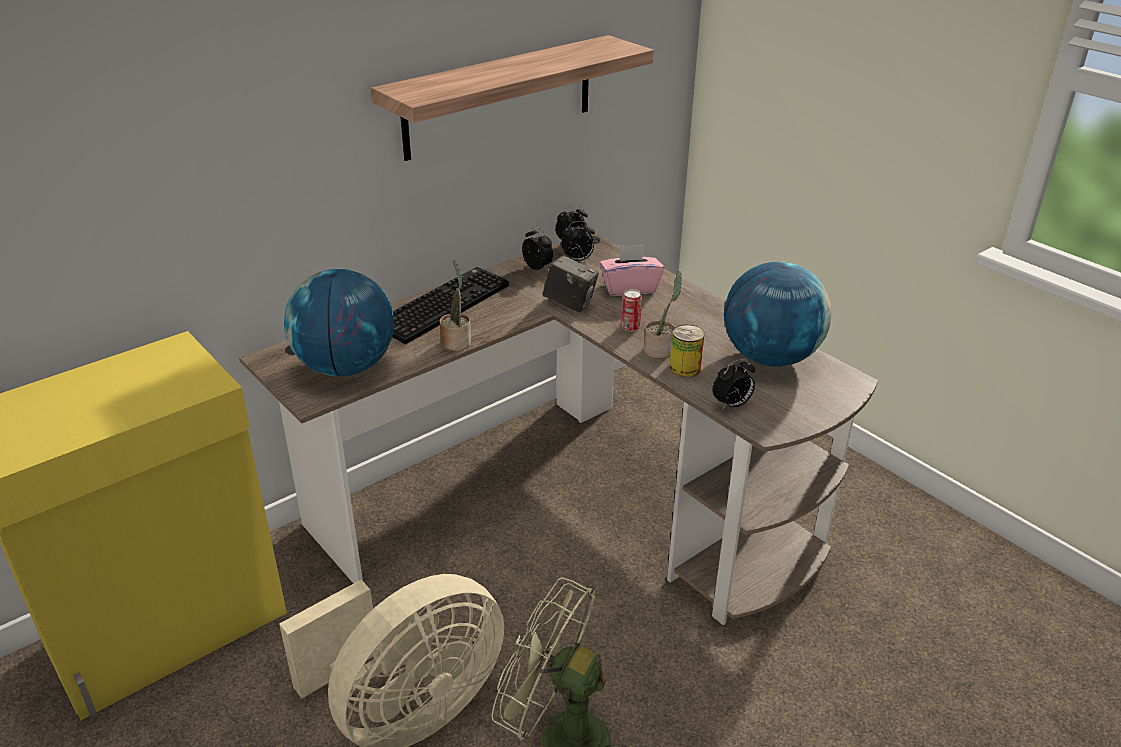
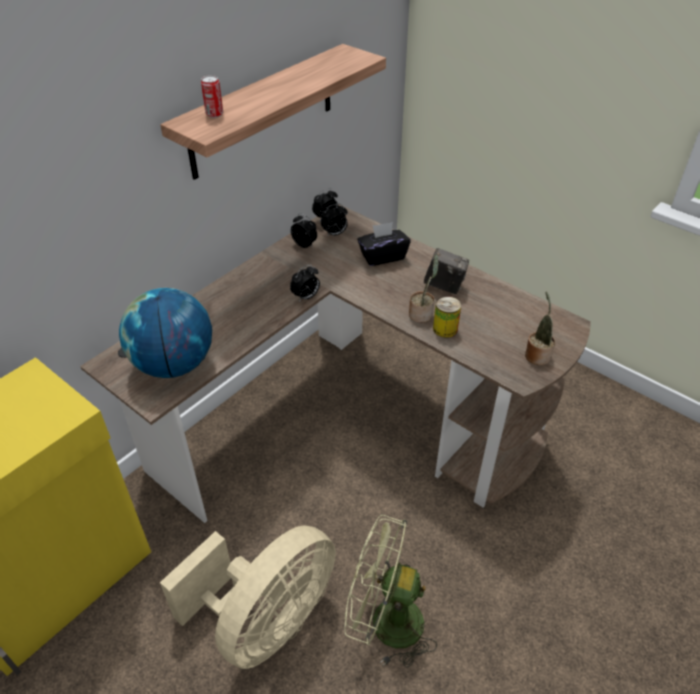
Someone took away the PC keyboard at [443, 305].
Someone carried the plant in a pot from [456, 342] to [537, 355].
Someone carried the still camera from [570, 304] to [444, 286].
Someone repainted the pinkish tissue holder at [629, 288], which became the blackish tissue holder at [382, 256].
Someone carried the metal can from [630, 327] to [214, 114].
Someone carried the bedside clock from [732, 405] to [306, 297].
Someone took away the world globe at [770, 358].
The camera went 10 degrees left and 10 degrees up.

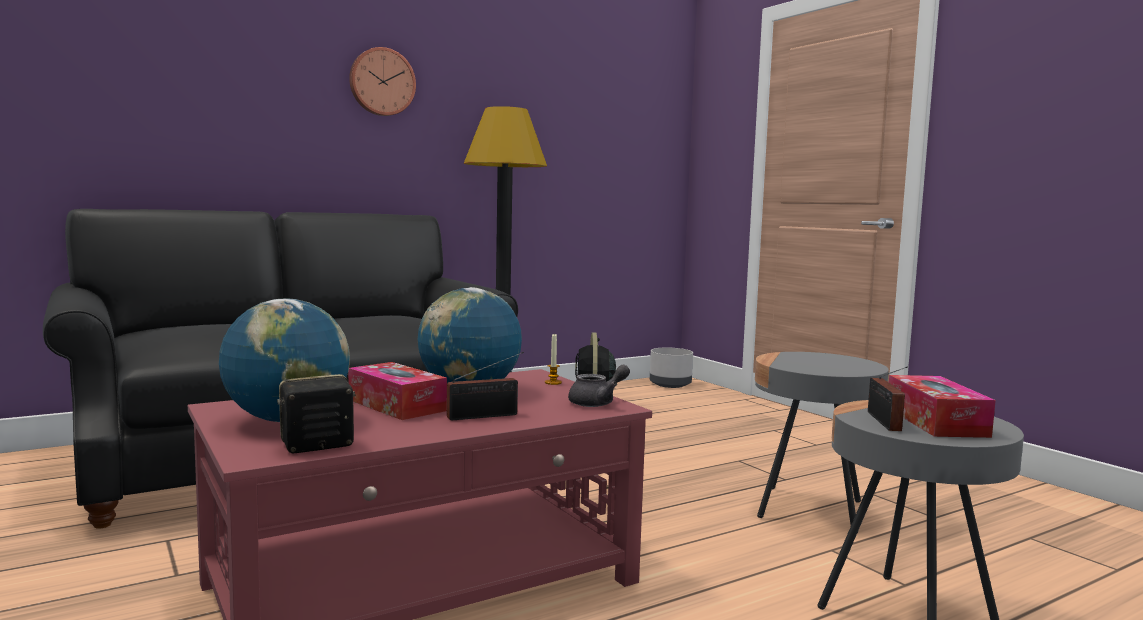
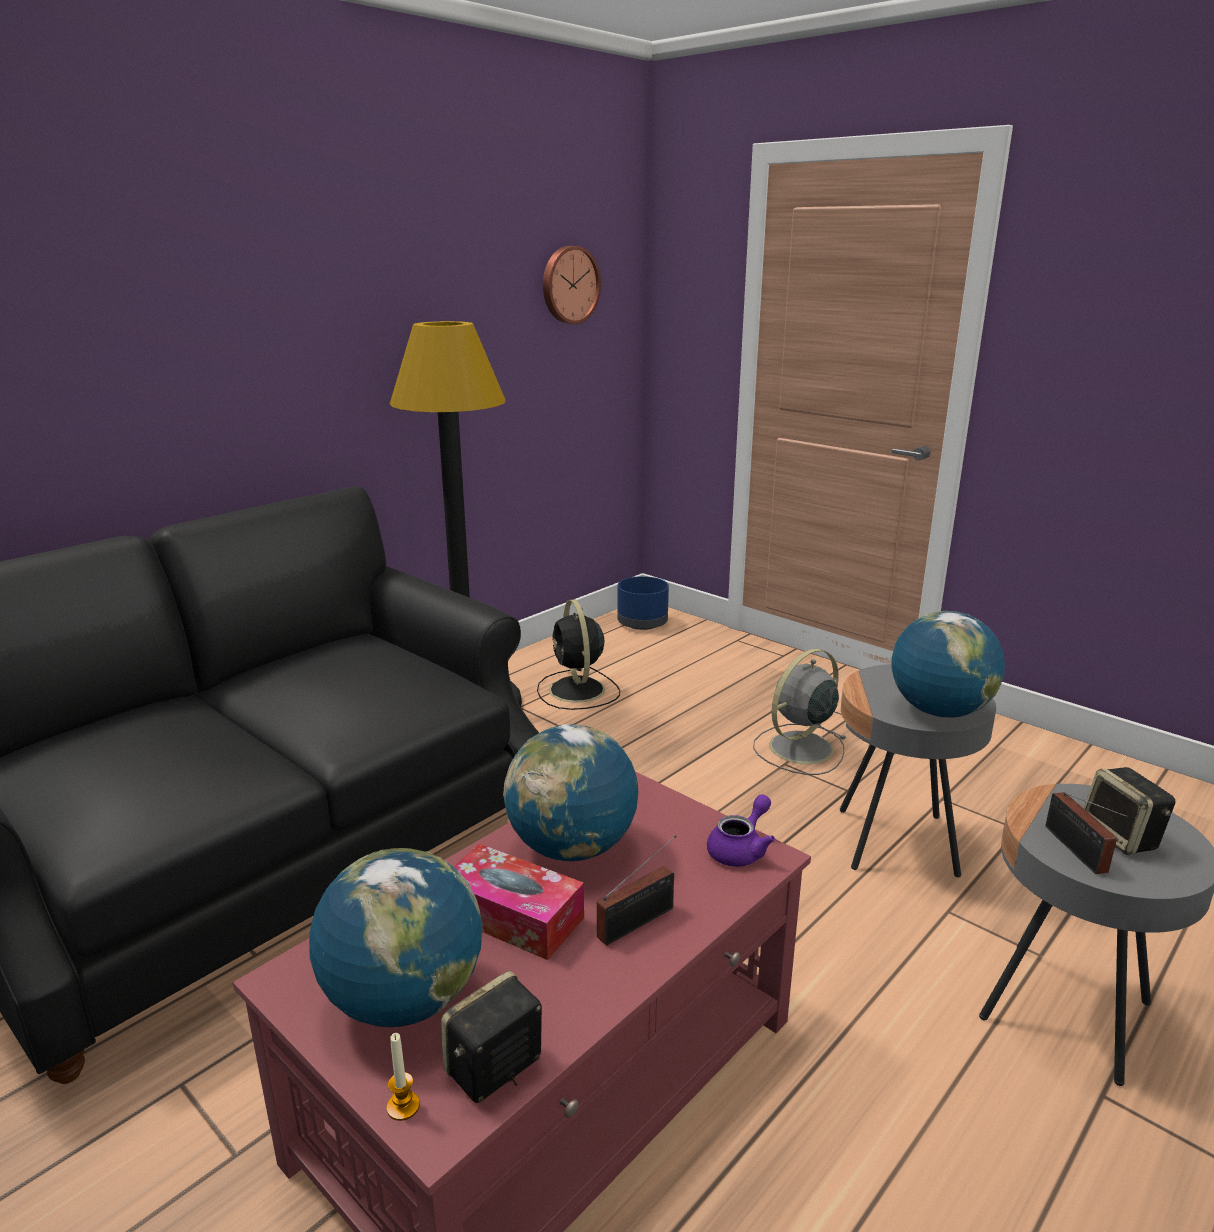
Someone carried the clock on the wall from [381, 82] to [569, 285].
Someone carried the candle from [553, 382] to [403, 1106].
Someone repainted the gray pot for tea at [598, 403], which became the purplish pot for tea at [741, 849].
Someone repainted the gray plant pot at [670, 384], which became the blue-coloured plant pot at [642, 623].
Someone swapped the tissue holder at [935, 421] for the loudspeaker at [1122, 837].
Someone put down the gray fan at [799, 749].
Someone put down the world globe at [939, 711].
The camera went 15 degrees left and 15 degrees up.

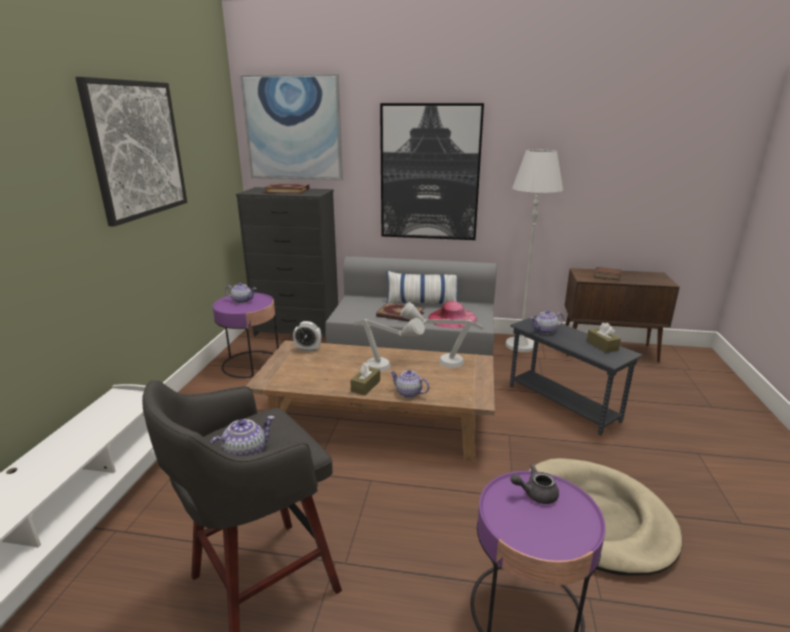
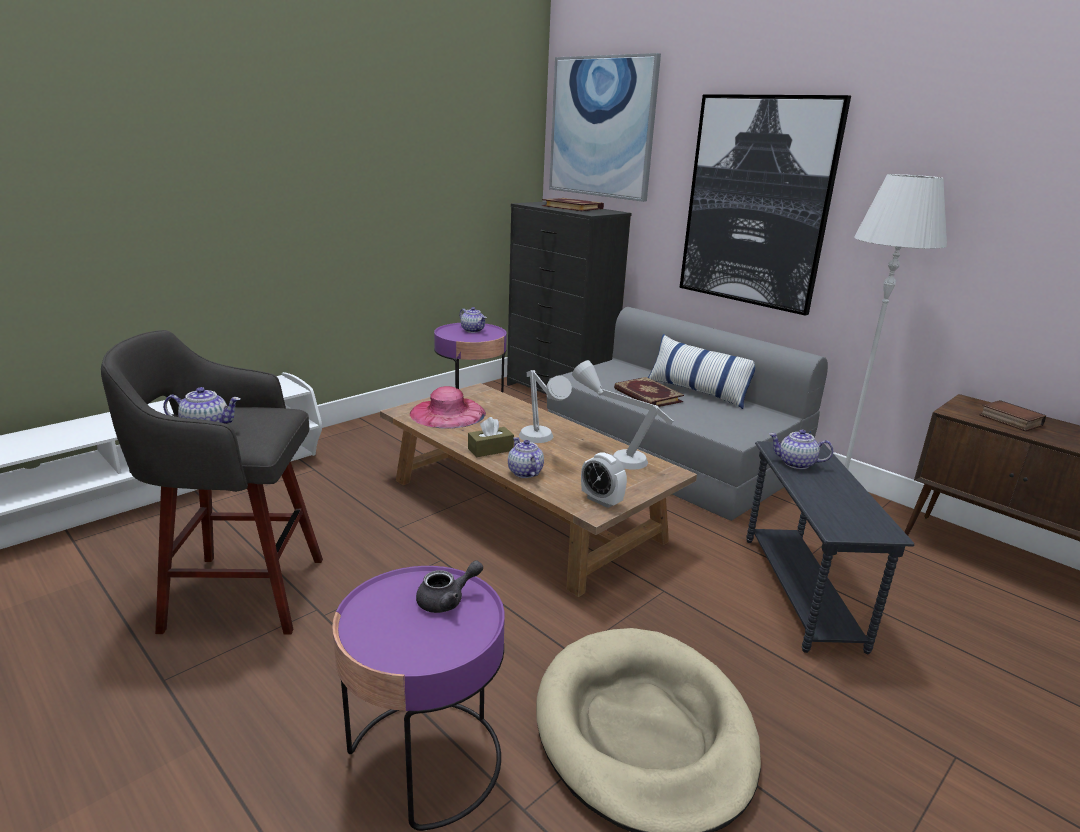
Someone took away the wall picture at [137, 149].
Someone carried the bedside clock from [308, 349] to [601, 500].
Someone carried the pinkish clothing hat from [452, 318] to [447, 413].
Someone rotated the gray pot for tea at [535, 494] by 120 degrees clockwise.
Someone took away the brown tissue holder at [602, 345].
The camera went 35 degrees right and 0 degrees up.

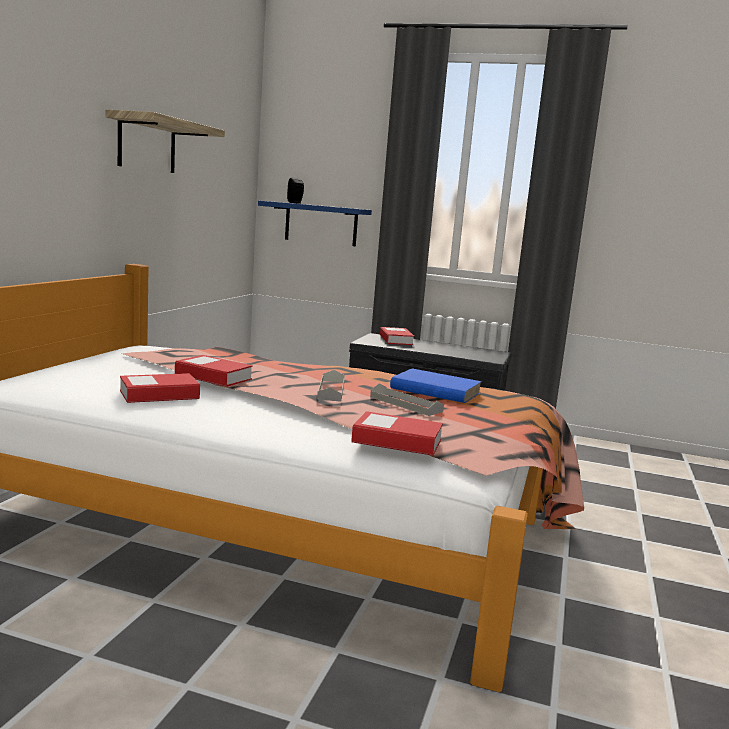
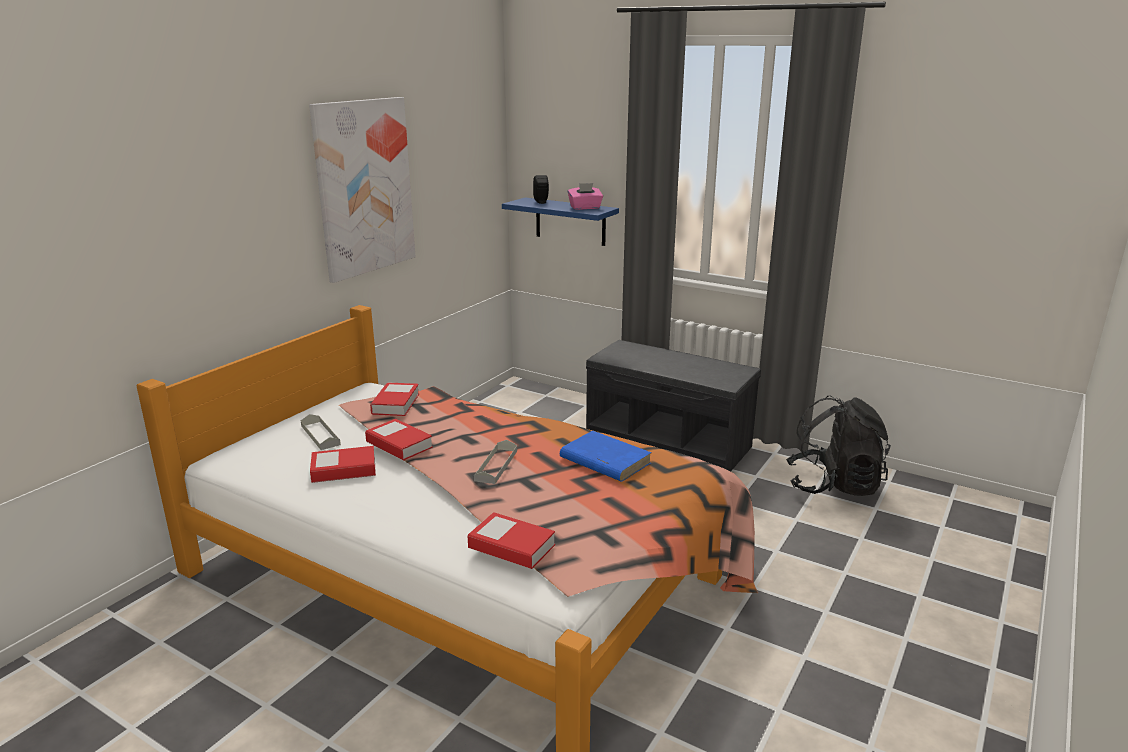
Someone swapped the wall shelf at [147, 144] for the wall picture at [364, 187].
Someone carried the gray serving tray from [405, 404] to [320, 435].
Someone carried the bound book from [396, 340] to [395, 404].
Someone put down the pinkish tissue holder at [585, 208].
Someone put down the blackish rucksack at [833, 485].
The camera went 15 degrees right and 10 degrees up.

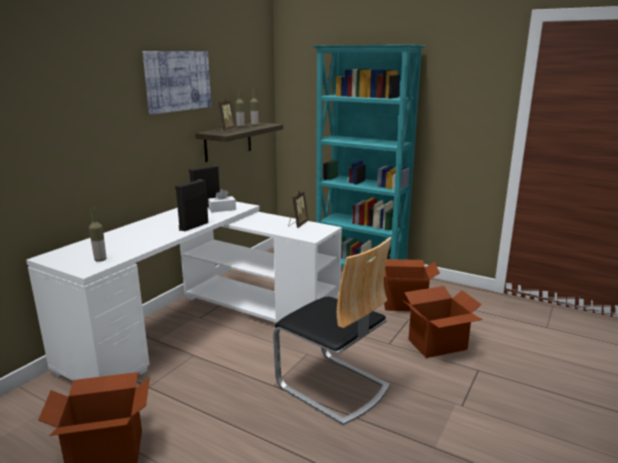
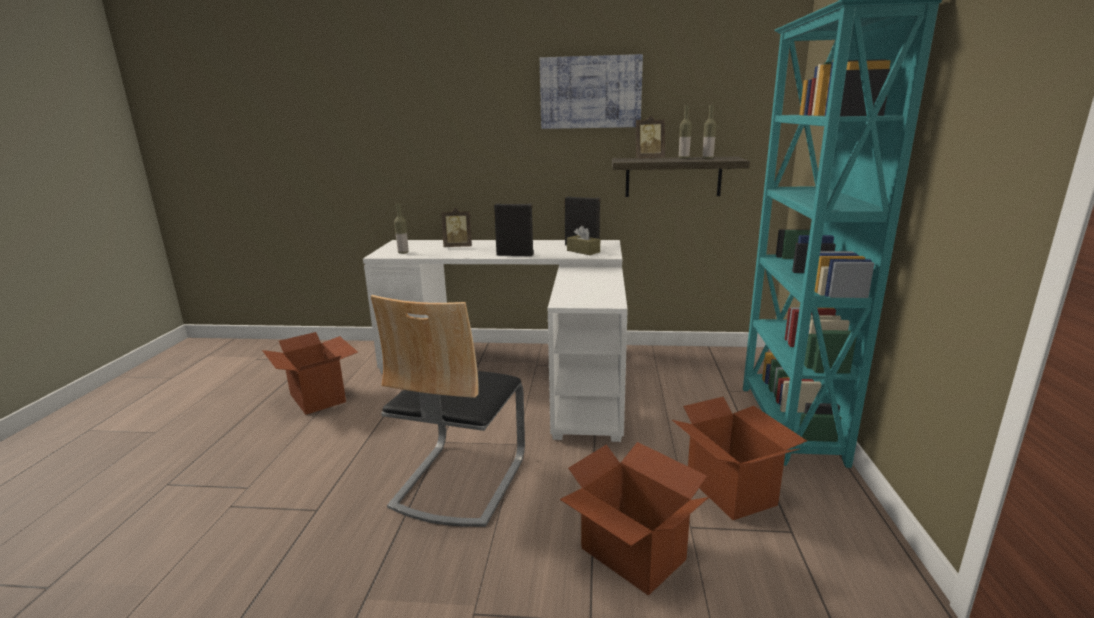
Someone repainted the whitish tissue holder at [222, 209], which became the brown tissue holder at [583, 251].
Someone carried the picture frame from [298, 224] to [458, 247].
The camera went 65 degrees right and 0 degrees up.

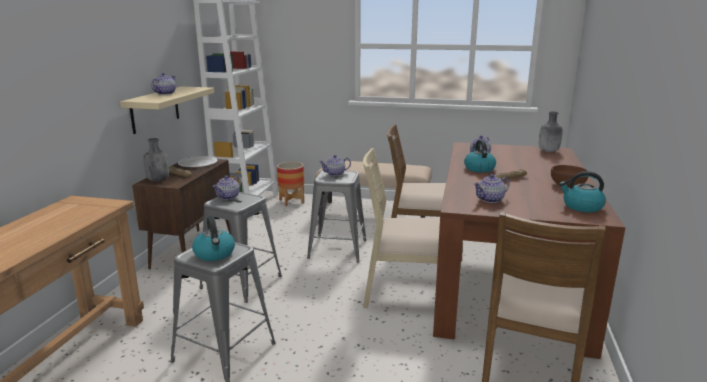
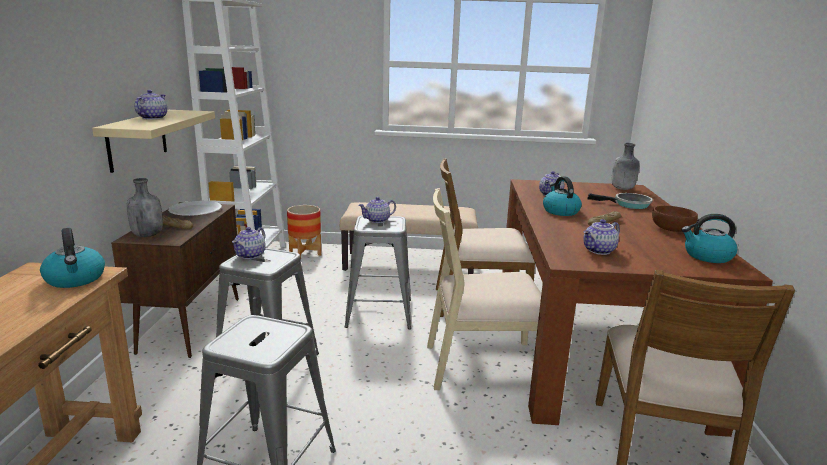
Someone carried the water kettle from [215, 254] to [76, 279].
Someone put down the pan at [628, 204].
The camera went 10 degrees left and 0 degrees up.

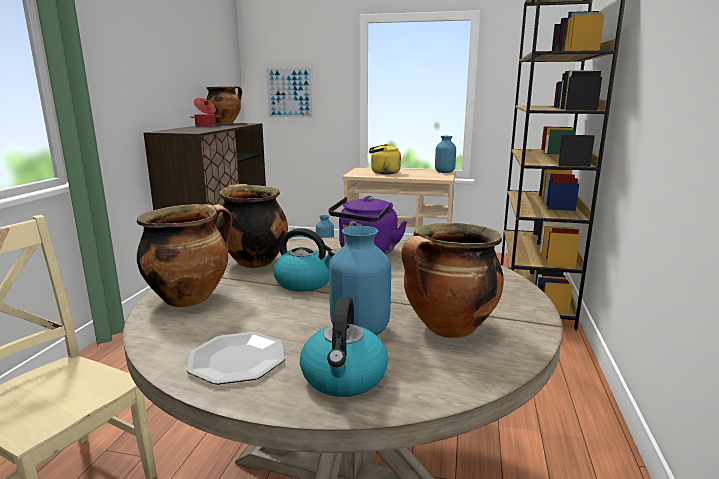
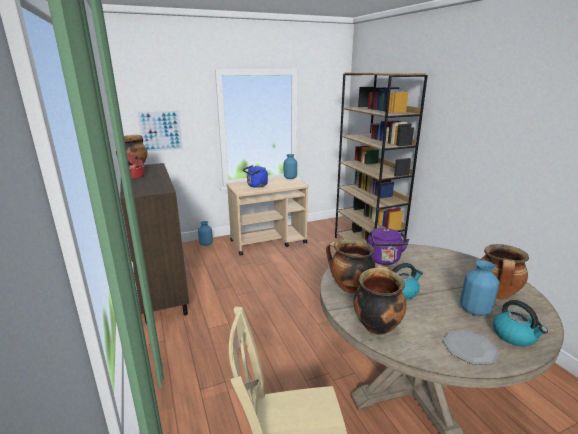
Someone repainted the yellow-coloured water kettle at [383, 173], which became the blue-coloured water kettle at [256, 186].
The camera went 35 degrees left and 5 degrees up.

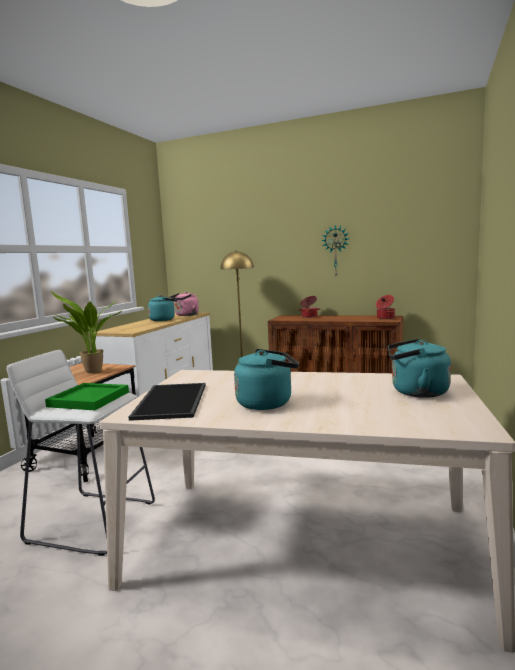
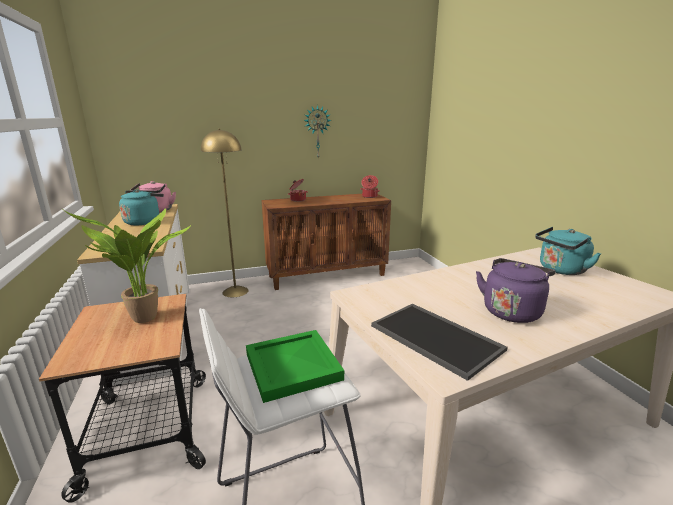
Someone repainted the turquoise water kettle at [267, 403], which became the purplish water kettle at [512, 311].
The camera went 40 degrees left and 10 degrees up.

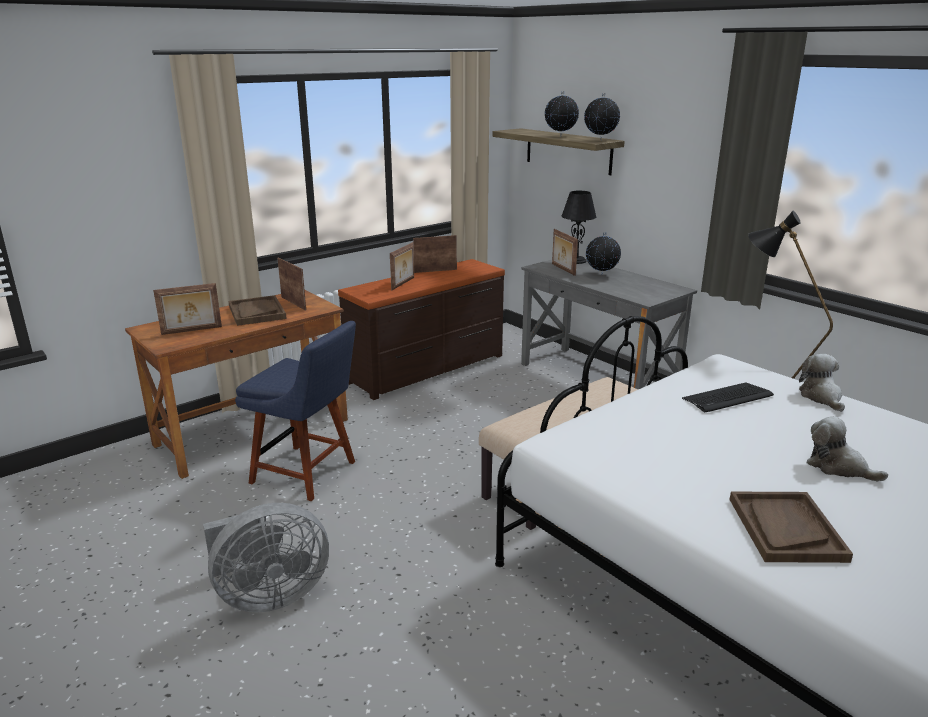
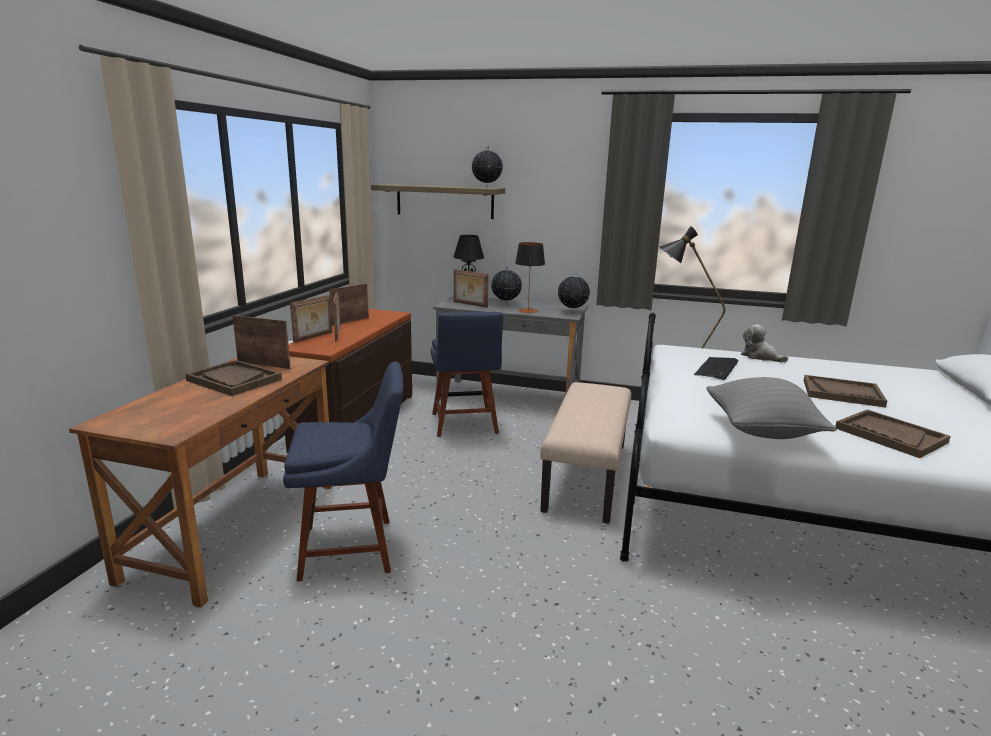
Someone carried the picture frame from [192, 331] to [314, 337].
Someone took away the gray fan at [268, 595].
Someone carried the world globe from [560, 136] to [572, 312].
Someone swapped the plush toy at [838, 467] for the brown serving tray at [842, 393].
Someone put down the blue-coloured chair at [465, 425].
Someone put down the lamp for a table at [528, 310].
Someone put down the gray pillow at [761, 432].
The camera went 35 degrees left and 5 degrees down.

